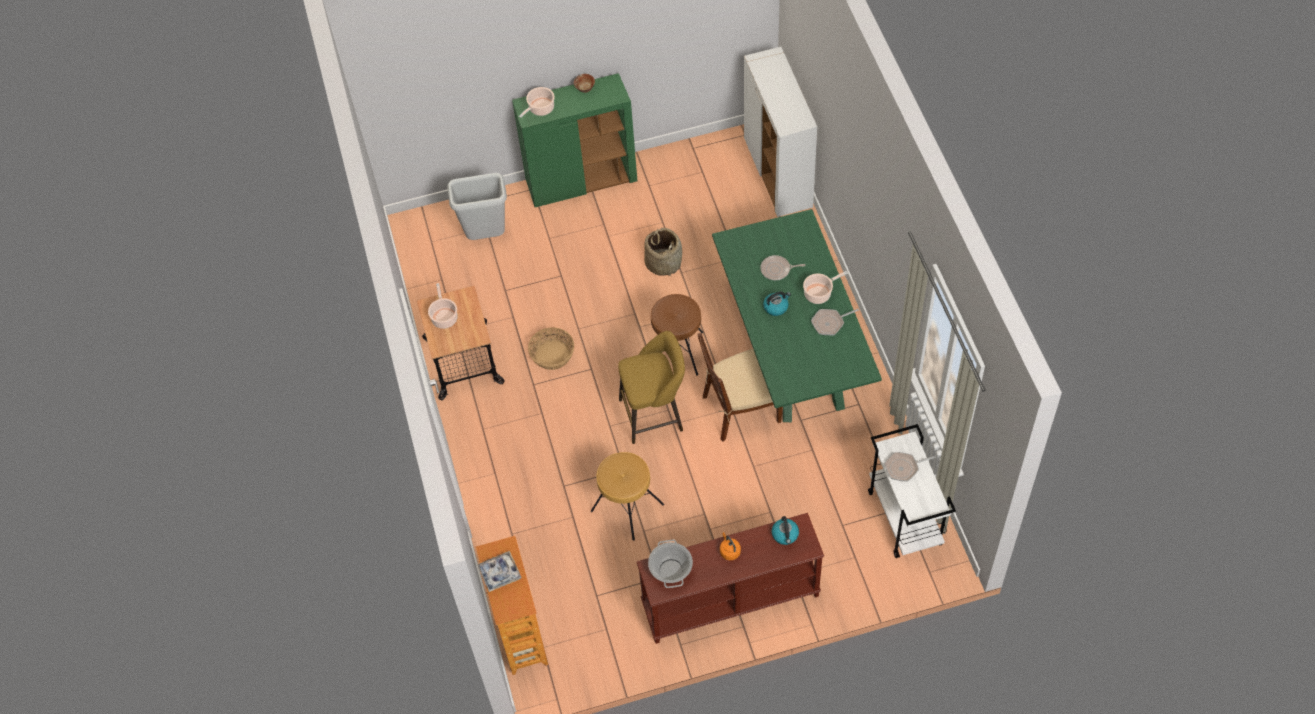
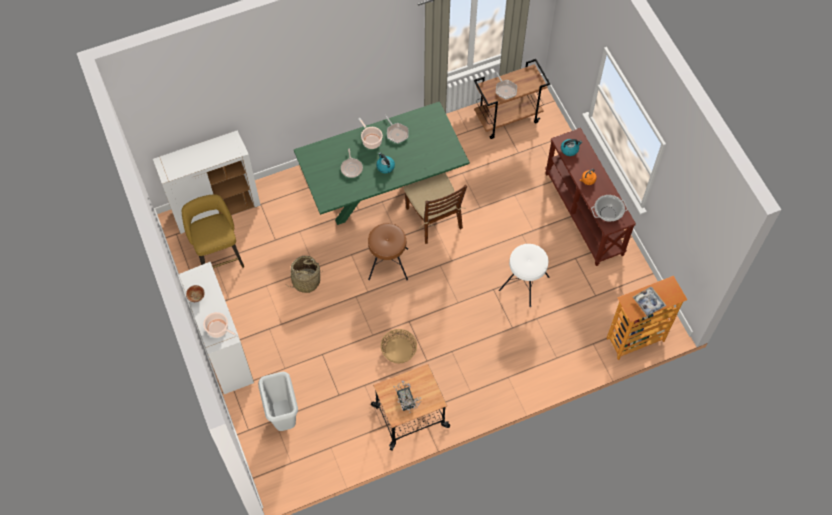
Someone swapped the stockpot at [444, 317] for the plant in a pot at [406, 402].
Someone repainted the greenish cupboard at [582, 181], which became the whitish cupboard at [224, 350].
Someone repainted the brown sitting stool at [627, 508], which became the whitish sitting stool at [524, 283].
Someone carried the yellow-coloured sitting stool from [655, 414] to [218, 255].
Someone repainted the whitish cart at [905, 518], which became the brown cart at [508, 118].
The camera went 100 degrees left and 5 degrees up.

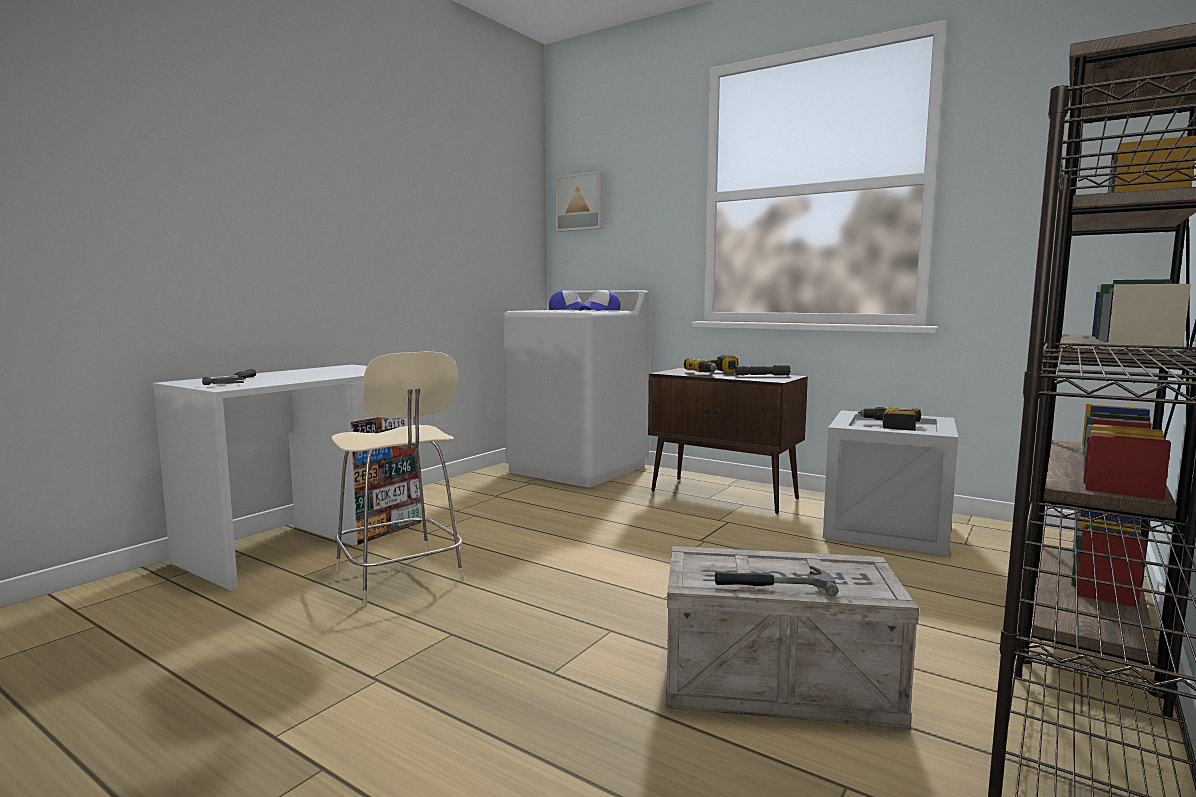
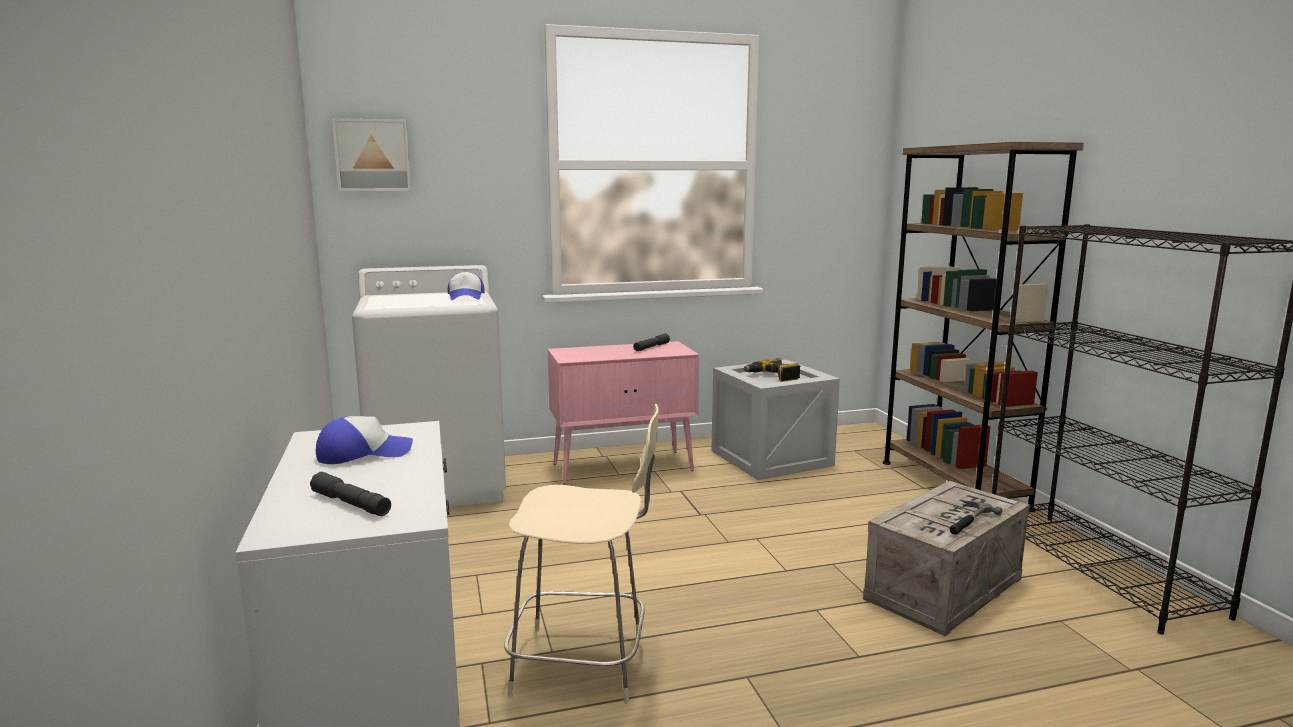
Someone swapped the tool hammer at [238, 381] for the gray hand torch at [351, 504].
Someone carried the cap from [569, 310] to [364, 454].
Someone repainted the brown cupboard at [725, 495], which became the pinkish cupboard at [624, 467].
Someone took away the drill at [714, 373].
The camera went 50 degrees left and 5 degrees up.

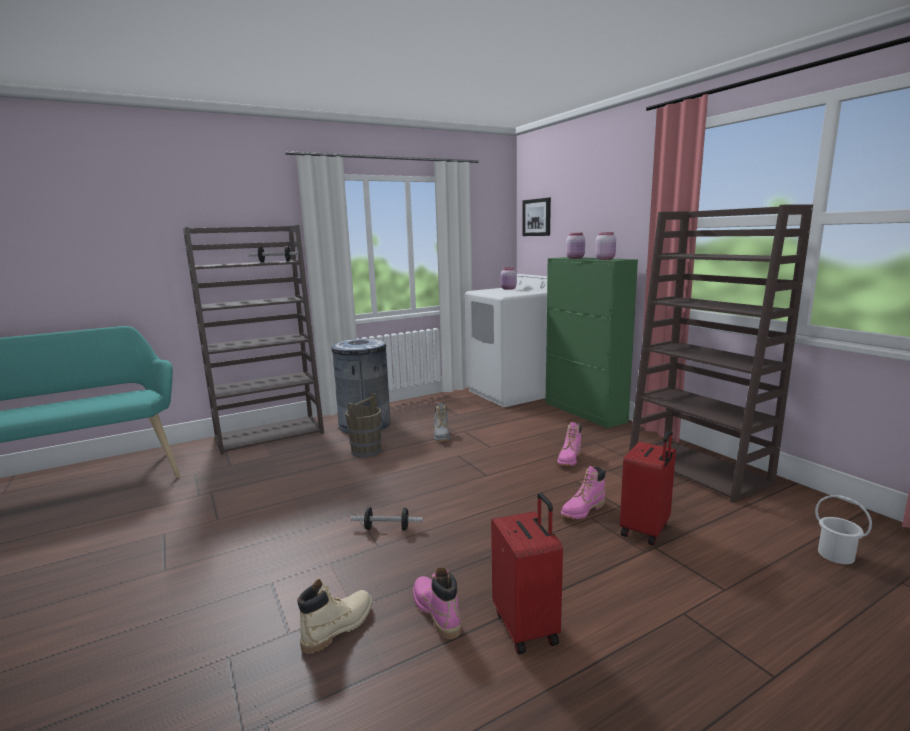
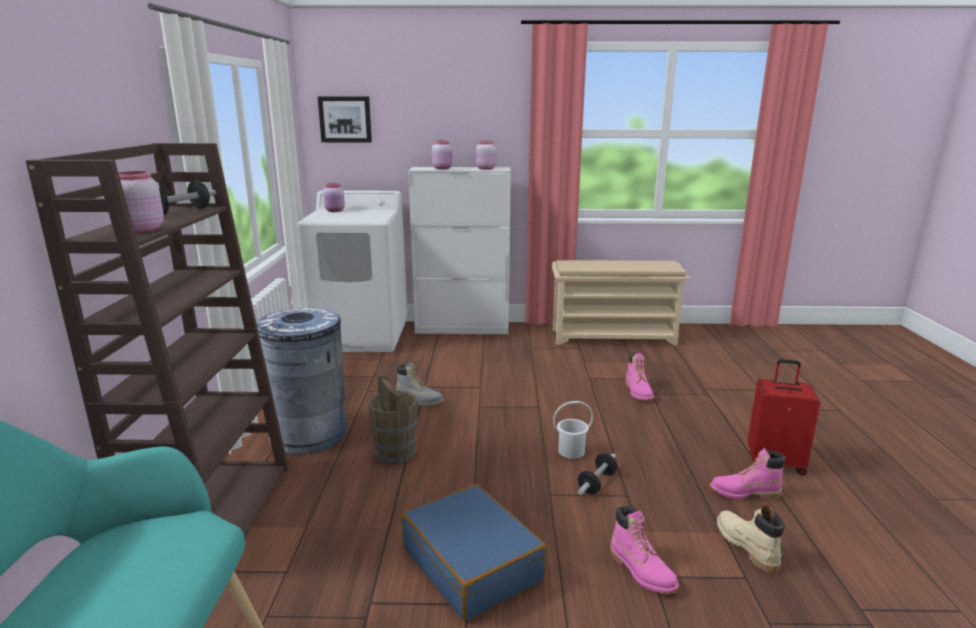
Someone repainted the greenish cupboard at [584, 412], which became the whitish cupboard at [463, 328].
Someone carried the pinkish high-top boot from [569, 459] to [642, 571].
Someone took away the red piece of luggage at [646, 530].
Someone swapped the brown shelving unit at [698, 469] for the beige-coloured shoe stand at [614, 337].
Someone carried the whitish pail from [836, 555] to [571, 451].
Someone put down the pinkish preserve jar at [141, 229].
Someone put down the blue-coloured piece of luggage at [472, 564].
The camera went 60 degrees left and 5 degrees up.

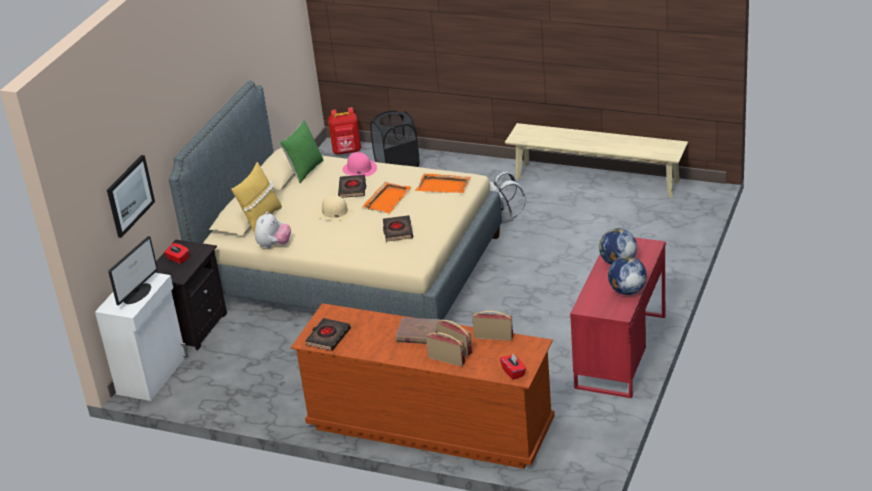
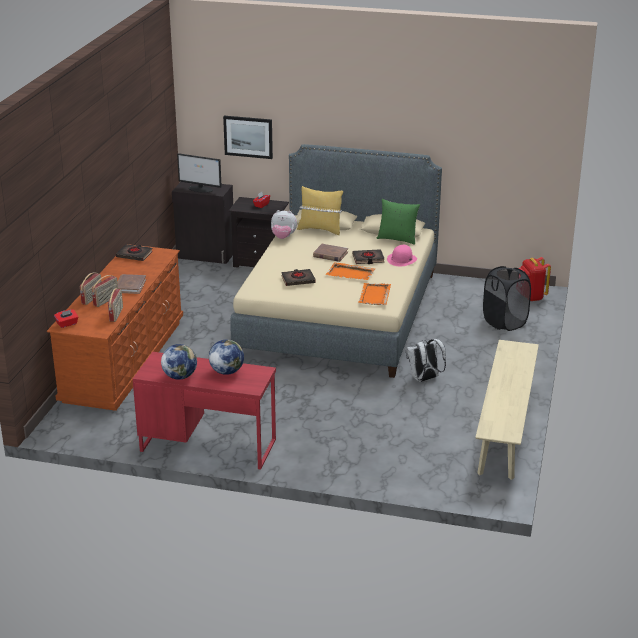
Someone repainted the whitish cupboard at [153, 375], which became the blackish cupboard at [206, 255].
Someone swapped the beige-coloured clothing hat at [335, 212] for the brown bound book at [330, 254].
The camera went 80 degrees right and 5 degrees down.

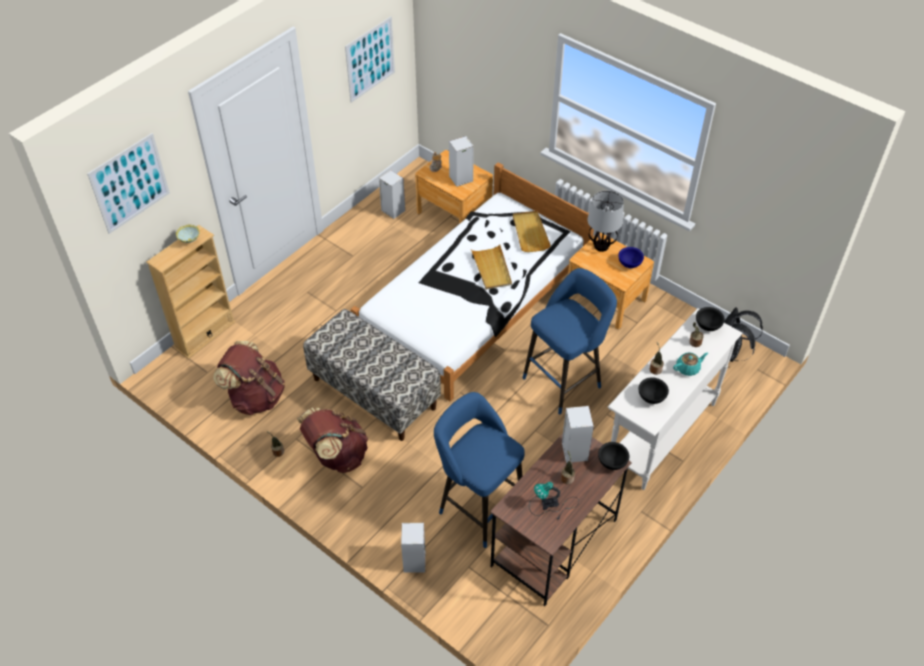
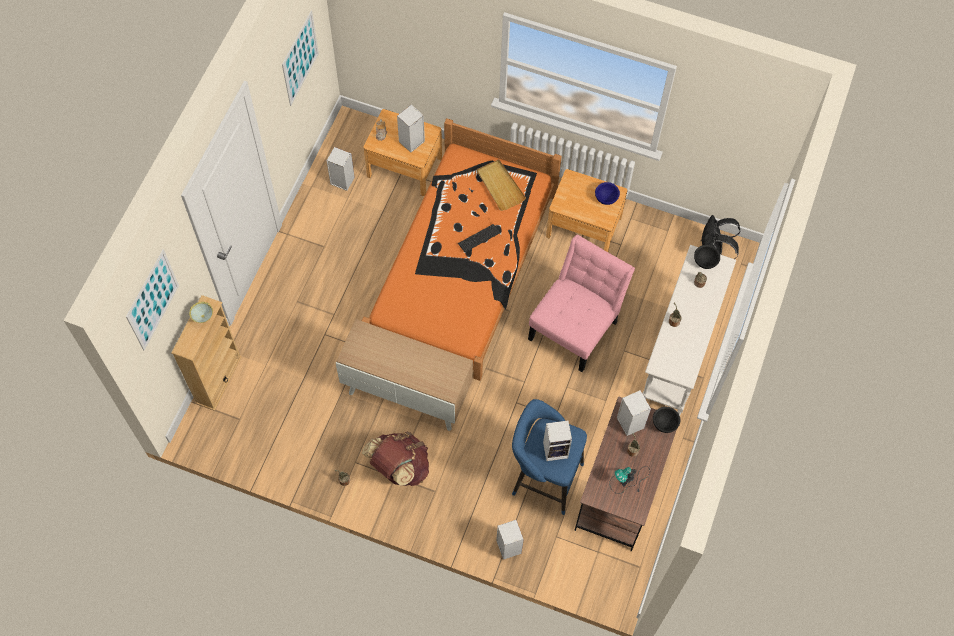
Someone took away the brown rucksack at [255, 397].
Someone swapped the indoor bench at [375, 393] for the cupboard at [408, 393].
Someone repainted the whitish bedroom bed at [474, 301], which became the orange bedroom bed at [463, 265].
Someone swapped the beige-coloured serving tray at [492, 269] for the PC keyboard at [479, 238].
Someone swapped the blue-coloured sitting stool at [565, 380] for the pinkish chair at [576, 326].
Someone took away the lamp for a table at [601, 246].
Someone took away the blackish serving bowl at [651, 397].
Someone took away the turquoise pot for tea at [688, 368].
Someone put down the loudspeaker at [556, 449].
The camera went 20 degrees left and 15 degrees up.

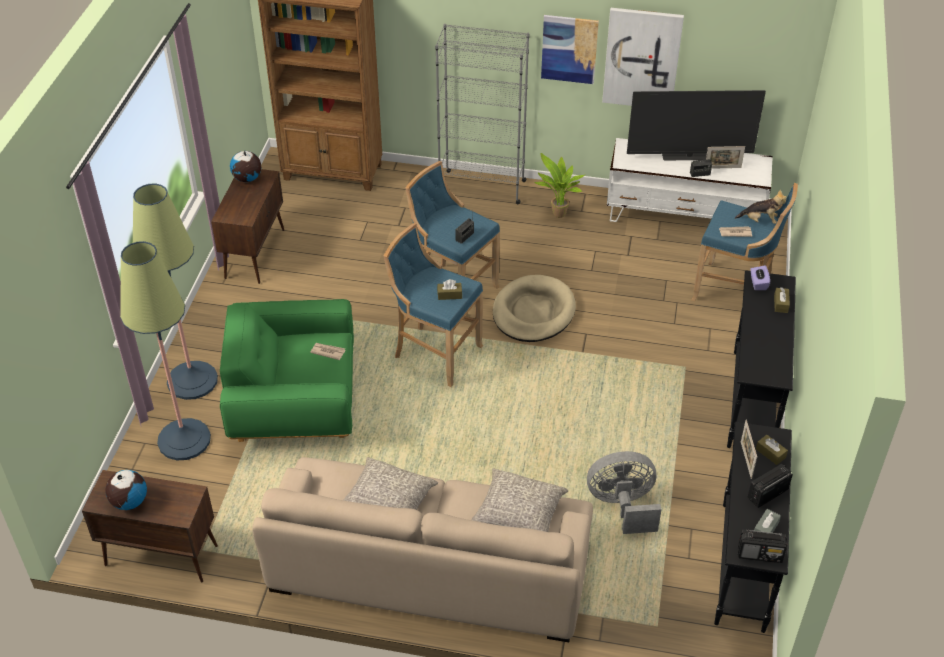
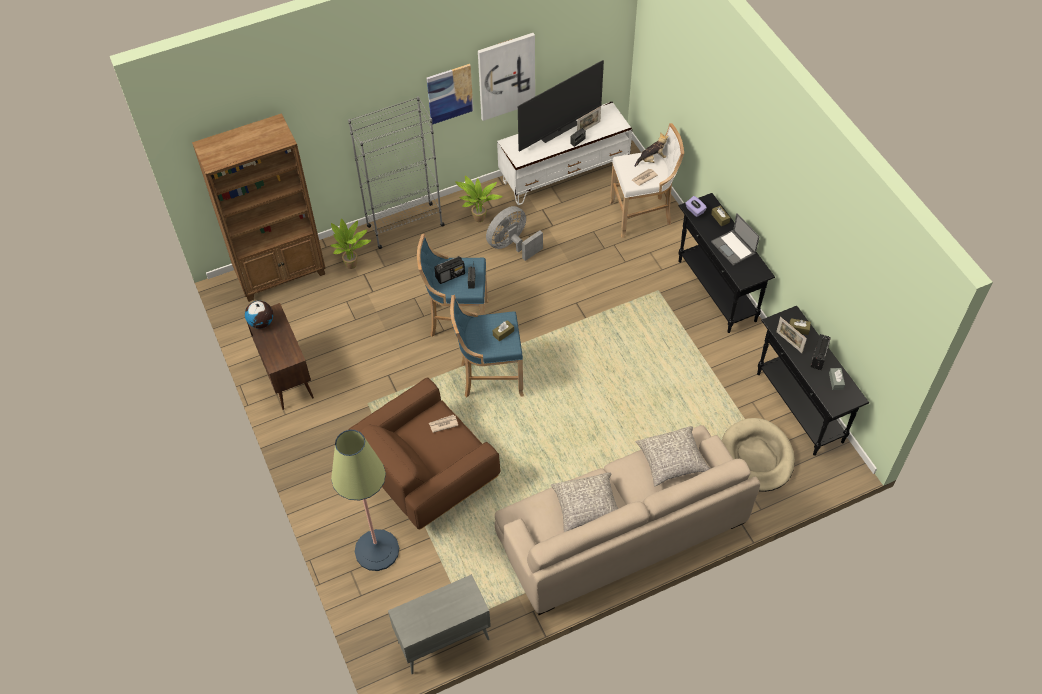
Someone repainted the brown cupboard at [160, 555], which became the gray cupboard at [442, 641].
Someone took away the world globe at [129, 502].
Someone took away the standing lamp at [192, 381].
Someone repainted the greenish armchair at [294, 400], which became the brown armchair at [426, 472].
Someone carried the beige-coloured dog cushion from [533, 312] to [756, 457].
Someone carried the gray fan from [622, 506] to [512, 245].
Someone repainted the blue-coloured sitting stool at [734, 291], which became the whitish sitting stool at [642, 215].
Someone carried the radio from [760, 554] to [450, 275].
Someone put down the plant in a pot at [353, 265].
Someone put down the laptop at [734, 248].
The camera went 35 degrees left and 10 degrees up.

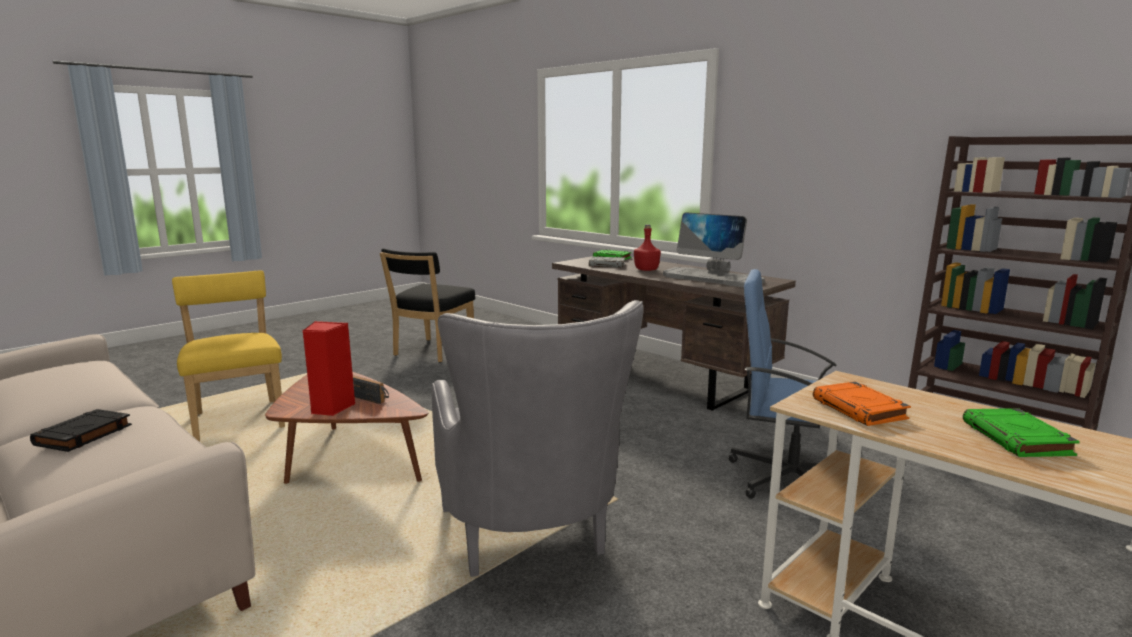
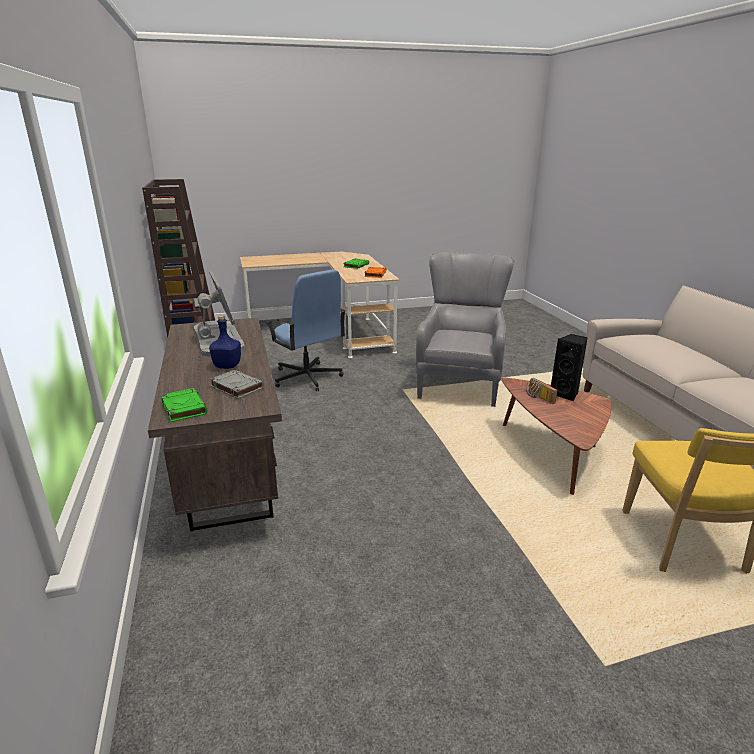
Someone took away the blackish bound book at [83, 435].
Someone repainted the red loudspeaker at [330, 408], which became the blackish loudspeaker at [565, 394].
Someone took away the blackish chair at [431, 352].
Someone repainted the red drink bottle at [647, 270], which became the blue-coloured drink bottle at [226, 366].
The camera went 150 degrees left and 10 degrees up.

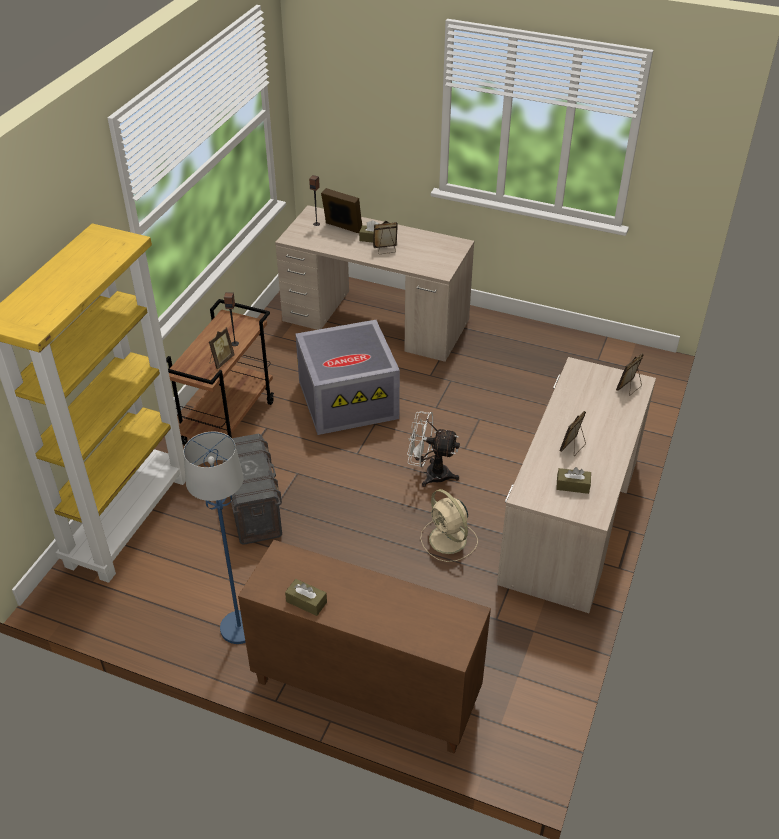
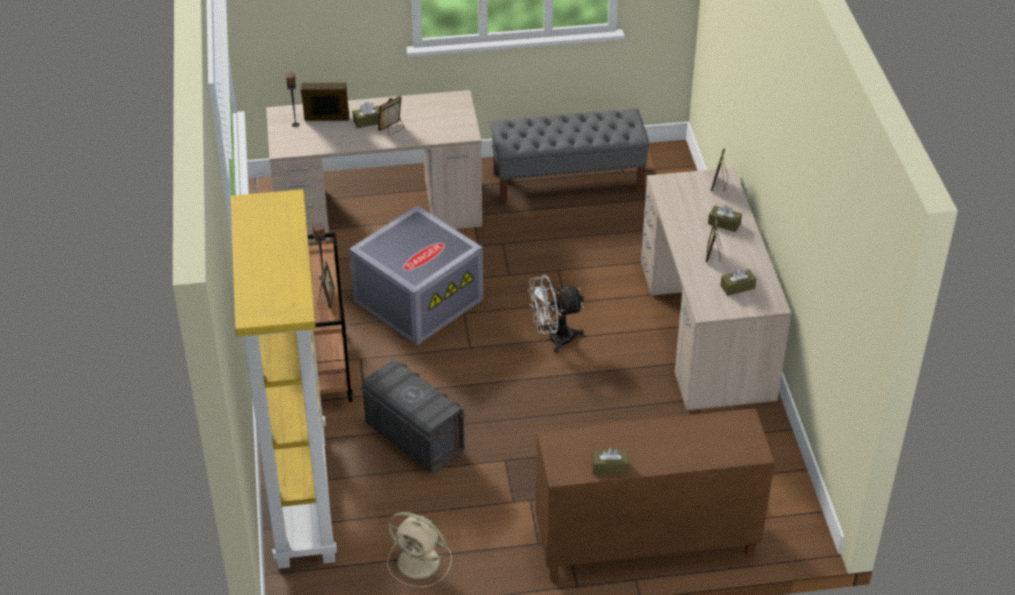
Someone took away the blue-coloured standing lamp at [239, 628].
Someone carried the beige-coloured fan from [449, 540] to [420, 563].
Someone put down the gray indoor bench at [568, 181].
Someone put down the brown tissue holder at [724, 223].
The camera went 30 degrees left and 0 degrees up.

